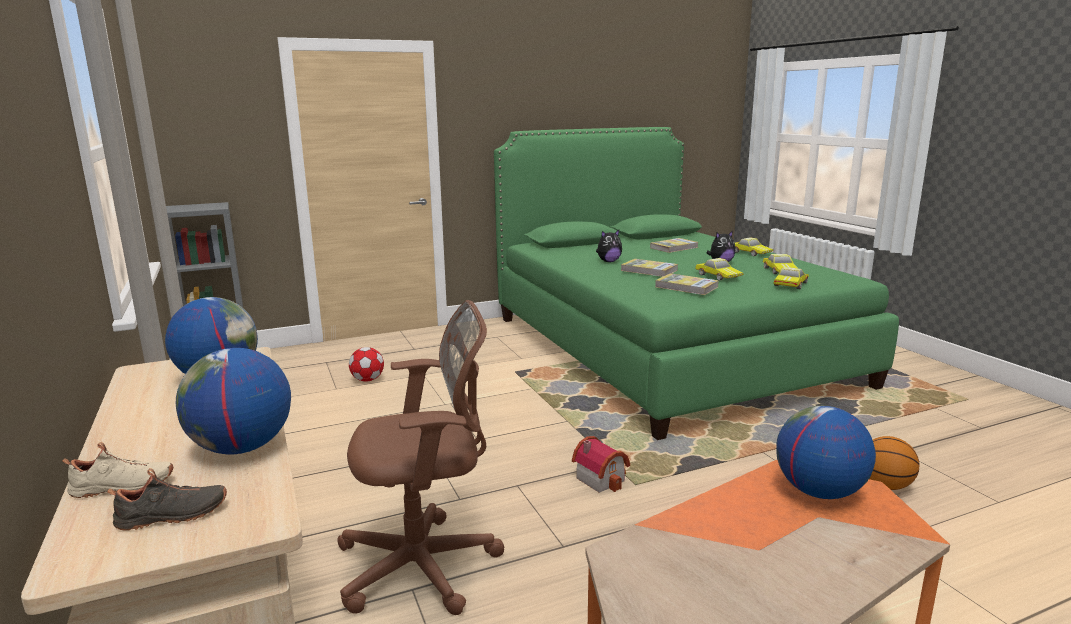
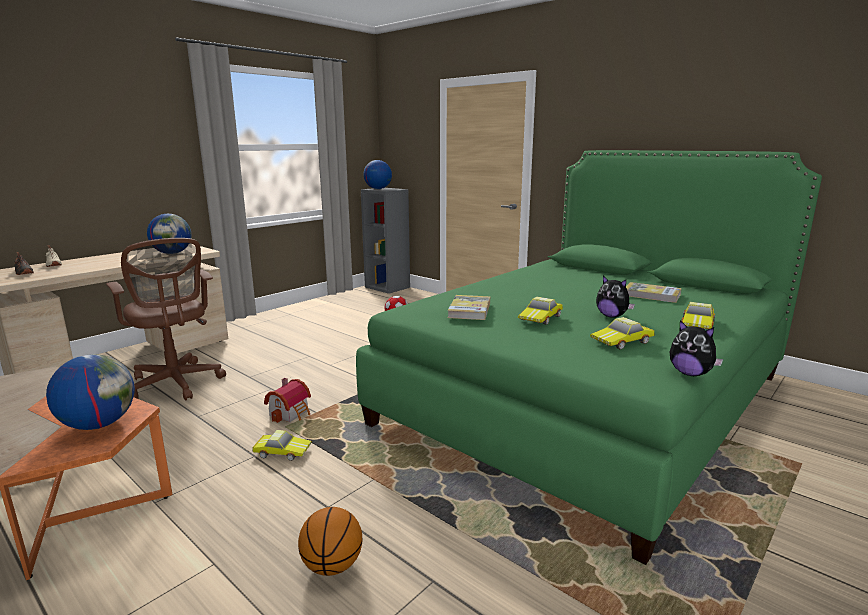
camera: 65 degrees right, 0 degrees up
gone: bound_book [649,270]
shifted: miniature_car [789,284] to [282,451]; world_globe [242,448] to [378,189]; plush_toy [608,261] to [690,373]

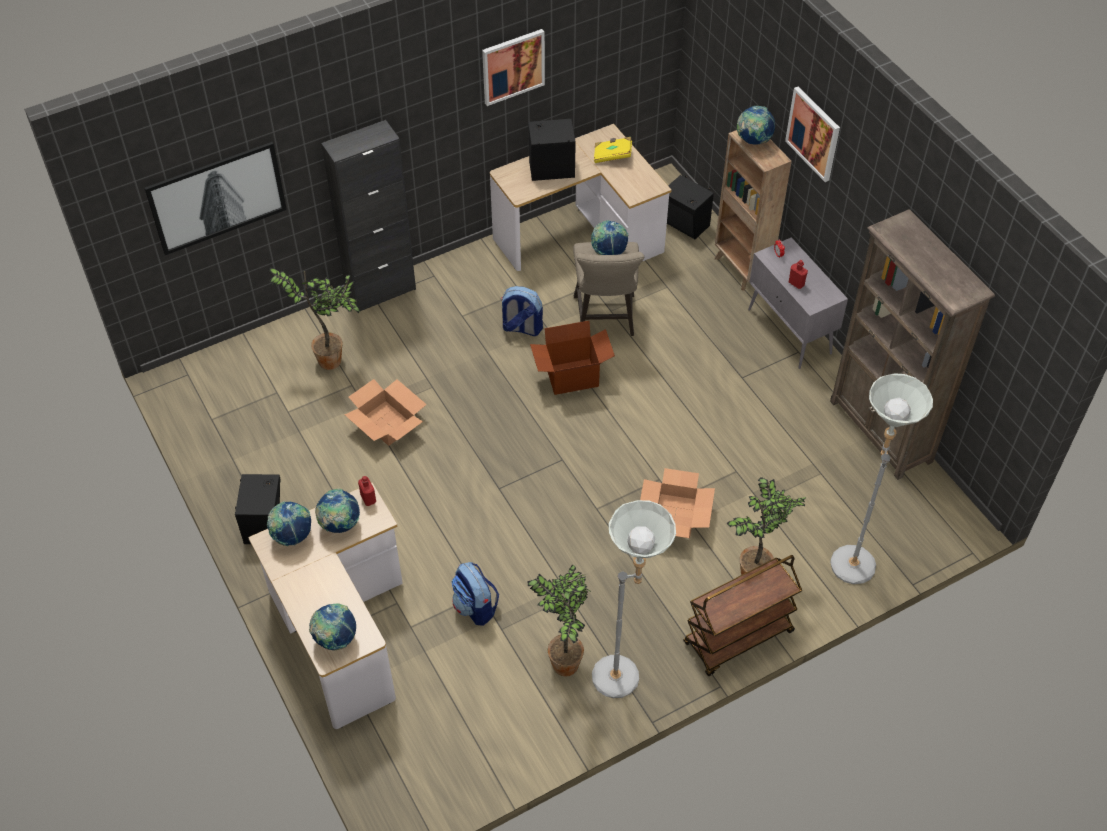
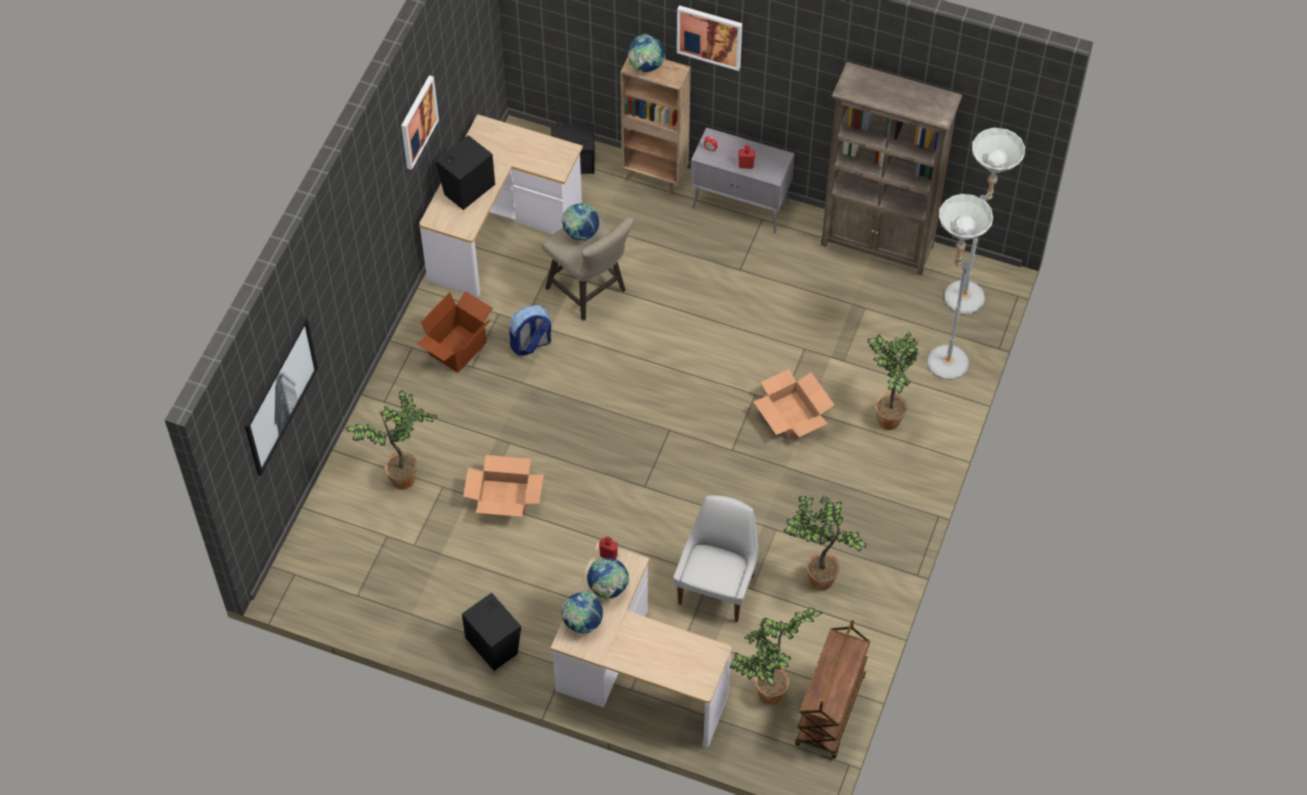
camera: 40 degrees left, 5 degrees up
gone: world_globe [335,638]; black-coloured_cabinet [381,291]; yellow-coloured_bound_book [612,156]
new: potted_plant [768,697]
shifted: packing_box [572,377] to [458,349]; brownish_wheeled_cart [738,638] to [830,711]; grey_standing_lamp [625,675] to [969,292]
swapped: rucksack [475,607] to white-coloured_upright_chair [717,587]

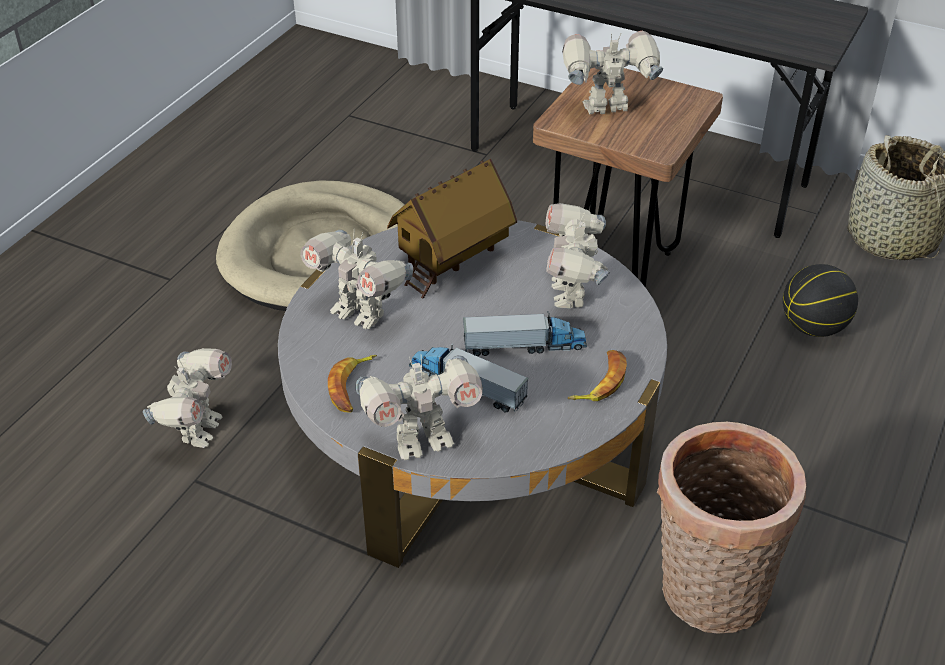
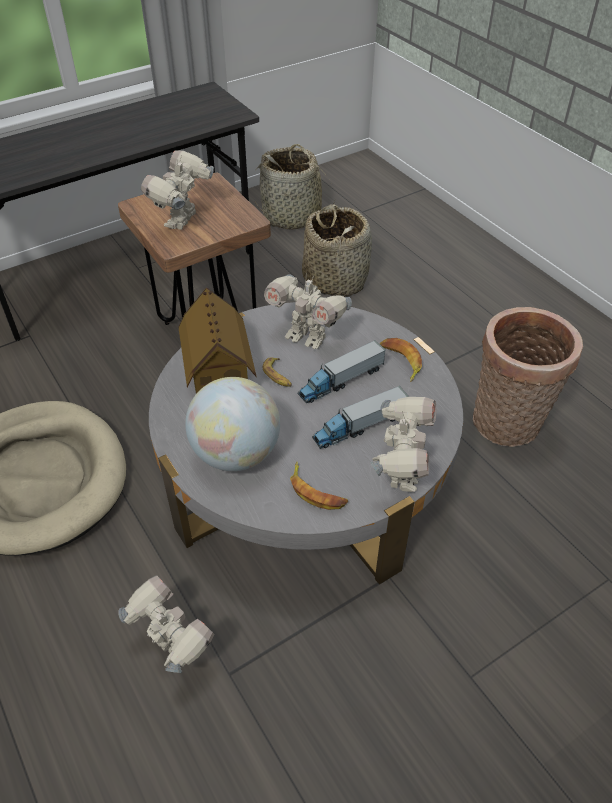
camera: 60 degrees left, 5 degrees up
new: banana [278,376]
swapped: model_robot [360,313] to world_globe [236,453]; basketball_ball [813,327] to basket [335,279]
rotated: toy_lorry [524,346] = [341,381] 150 degrees counterclockwise

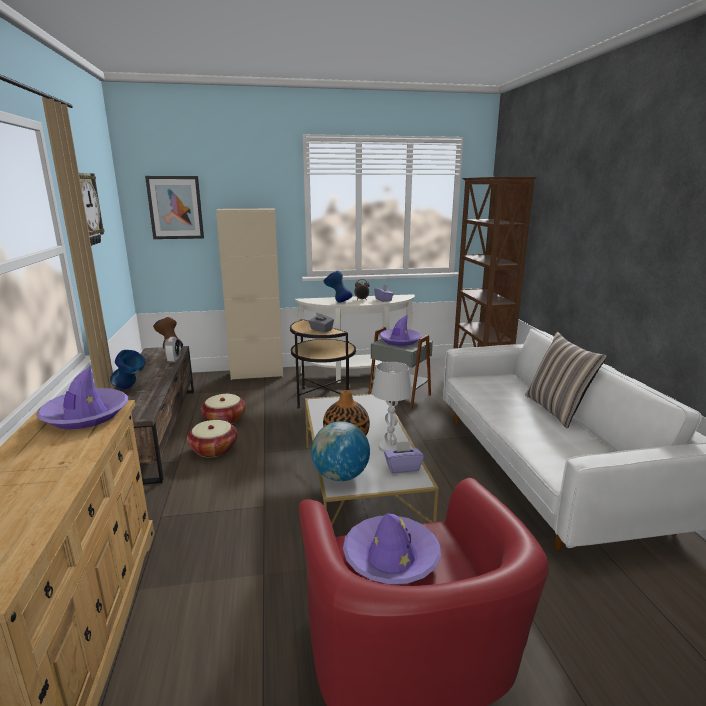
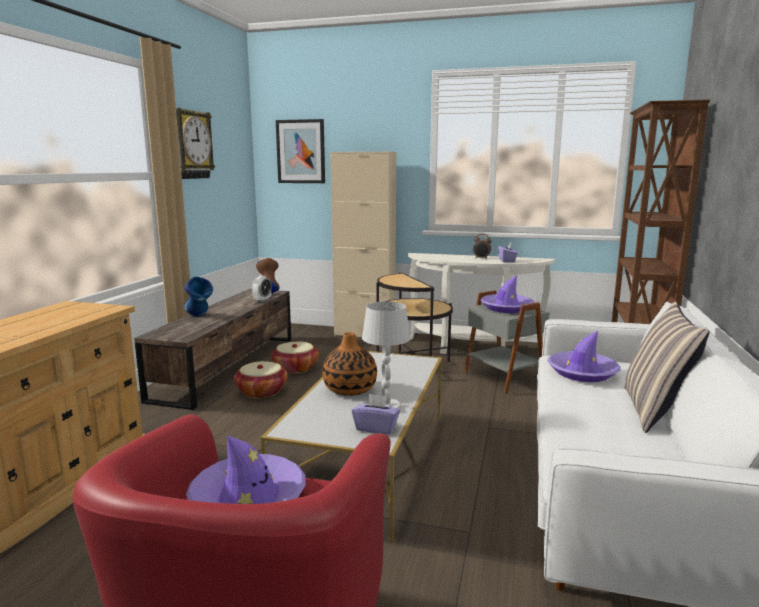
camera: 25 degrees right, 5 degrees down
gone: grey_box_of_tissues [321,330]; world_globe [340,476]; bluish_vase [337,301]
shifted: purple_hat [85,415] to [582,372]

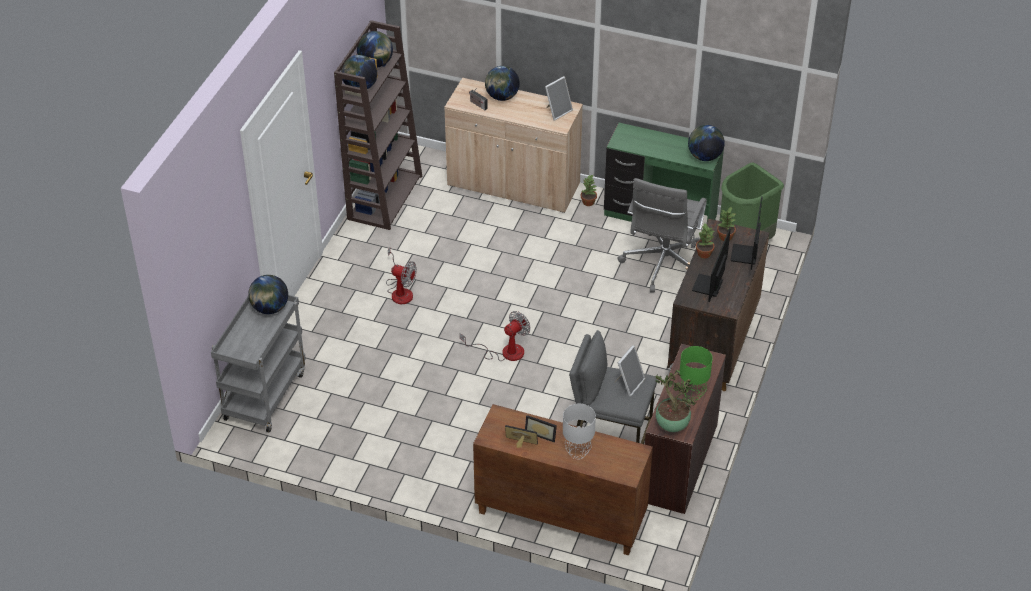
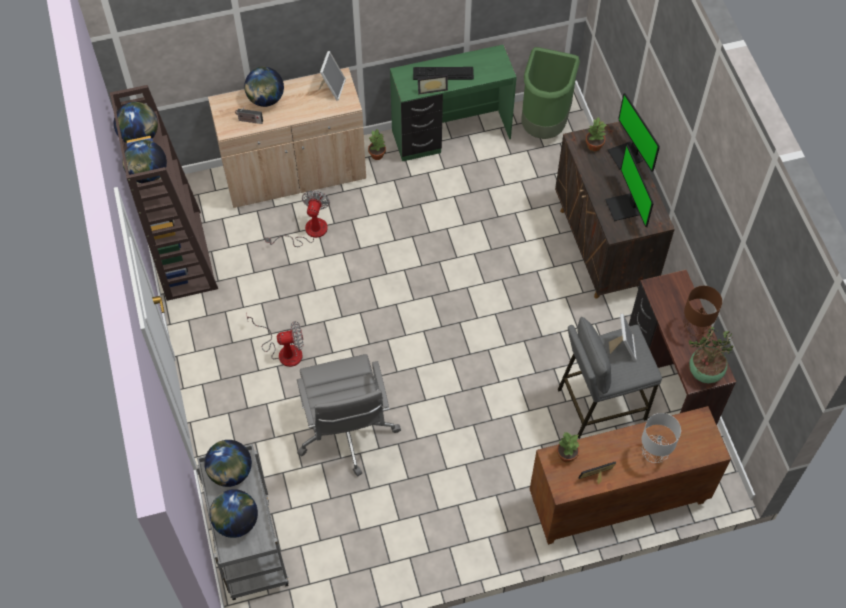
camera: 35 degrees left, 15 degrees up
new: PC_keyboard [443,73]
shifted: world_globe [704,156] to [236,522]; fan [504,352] to [308,231]; grey_computer_chair [663,265] to [346,432]; photo_frame [541,433] to [432,88]; potted_plant [704,253] to [566,455]
repainted: green-coloured_lamp_for_a_table [692,394] to brownish_lamp_for_a_table [694,328]

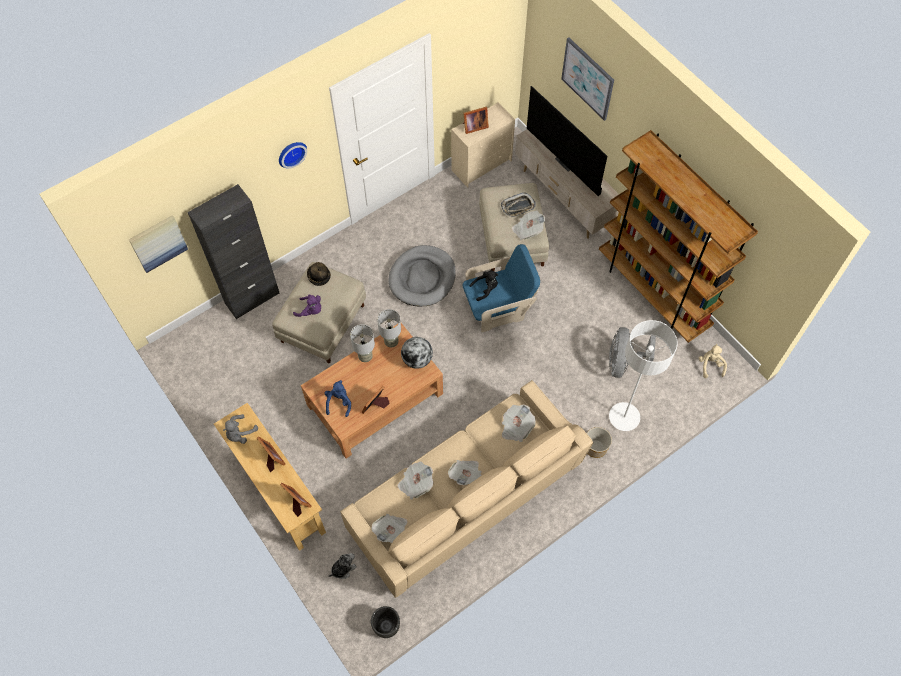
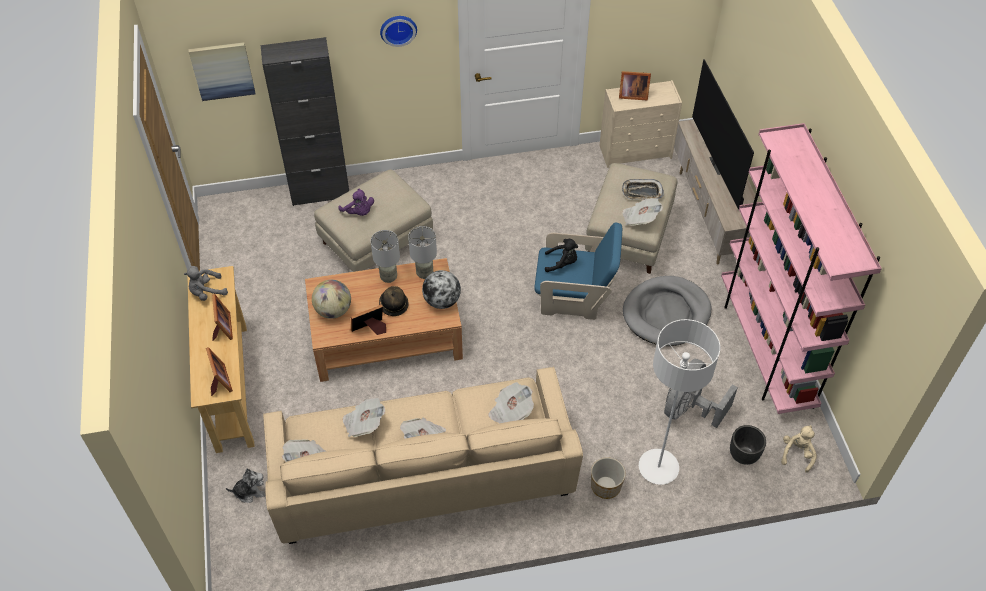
camera: 25 degrees right, 10 degrees down
gone: wall_art [587,78]
shifted: hat [318,276] to [393,305]; grey_dog_cushion [422,278] to [666,313]; black-coloured_flower_pot [387,626] to [743,456]
swapped: bluish_plush_toy [339,402] to world_globe [333,310]
repainted: brownish_bookshelf [652,293] to pink-coloured_bookshelf [765,349]

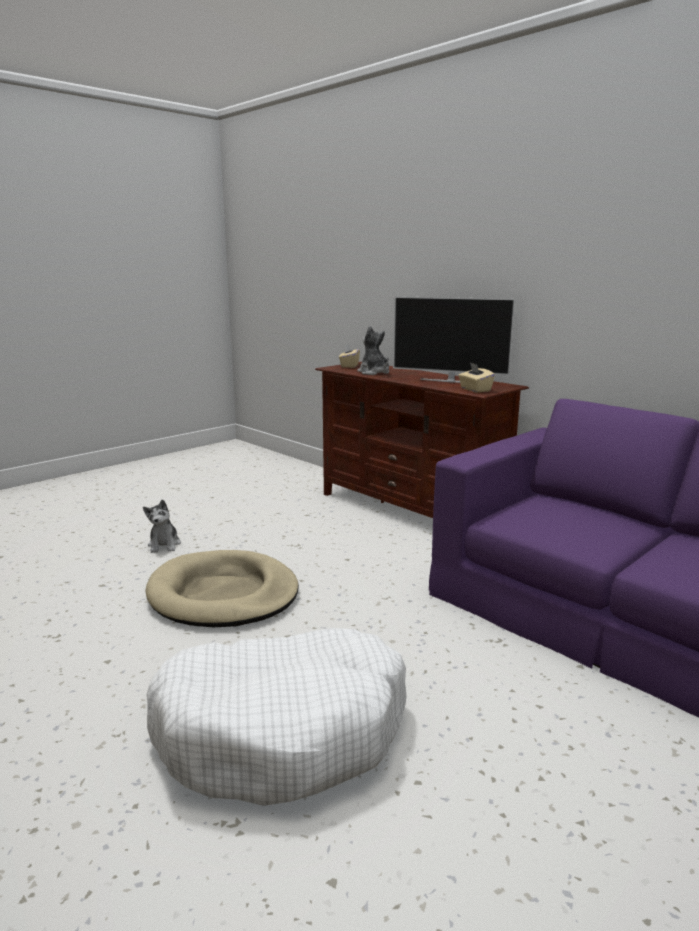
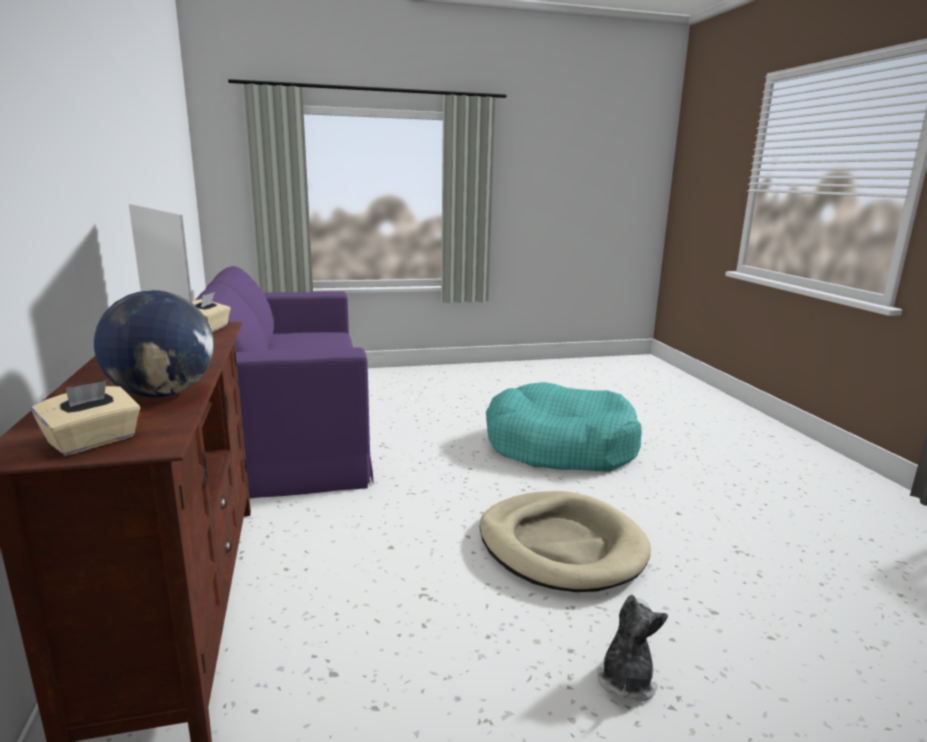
camera: 150 degrees left, 0 degrees up
swapped: plush_toy [374,373] to world_globe [163,394]
repainted: white-coloured_dog_cushion [283,730] to blue-green_dog_cushion [560,446]

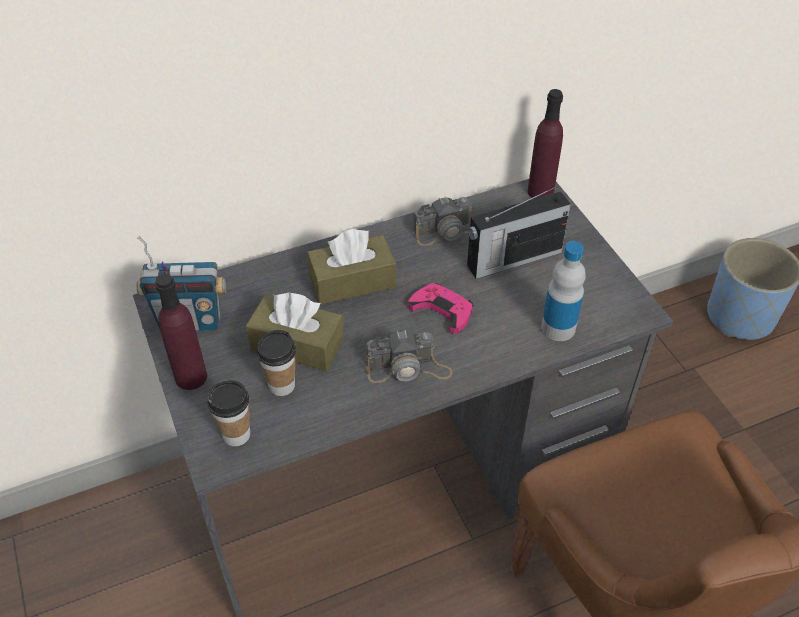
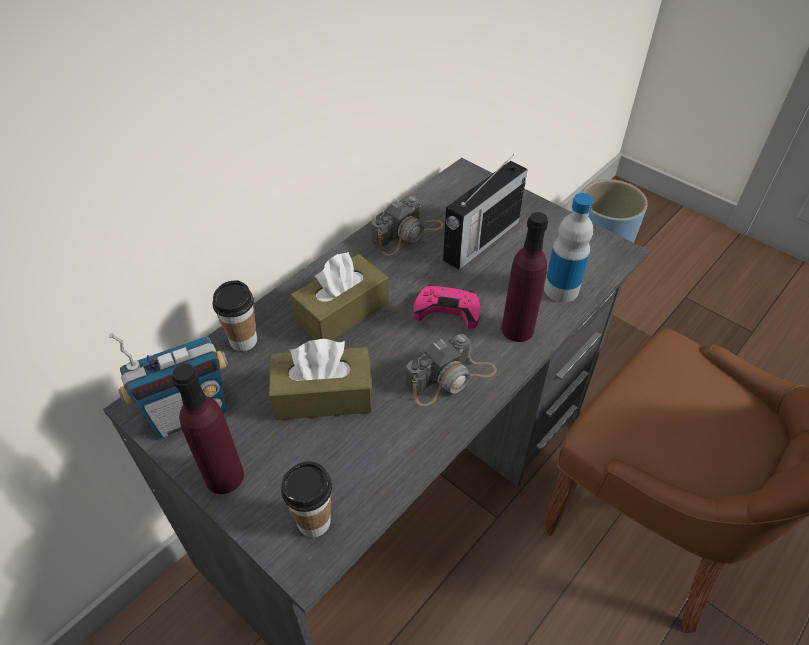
camera: 25 degrees left, 0 degrees up
shifted: cup [281,385] to [243,341]; purple_beverage_bottle [540,192] to [517,329]

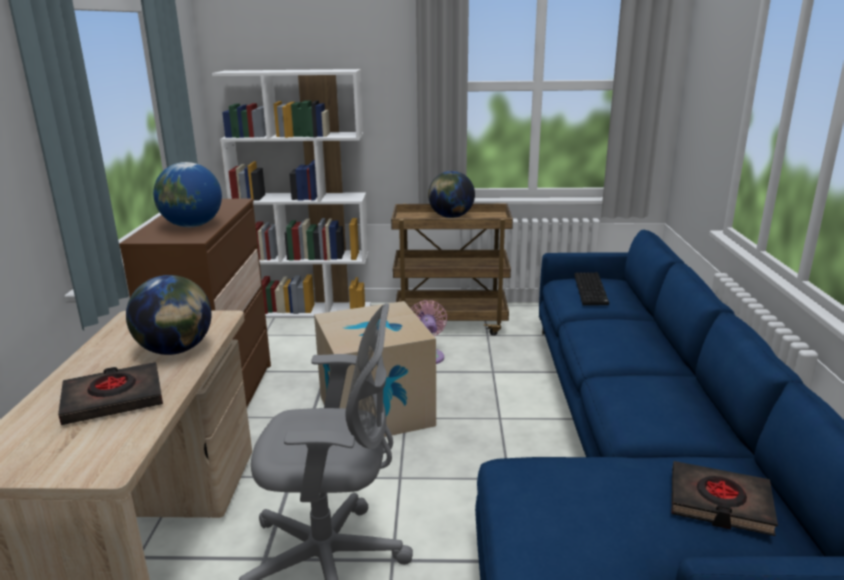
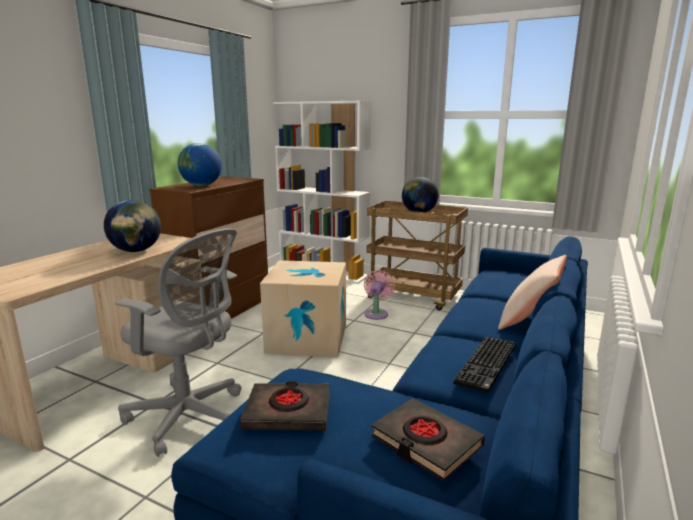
camera: 25 degrees right, 5 degrees down
new: beige_pillow [529,320]
shifted: black-coloured_bound_book [113,399] to [288,412]; PC_keyboard [592,290] to [488,365]

